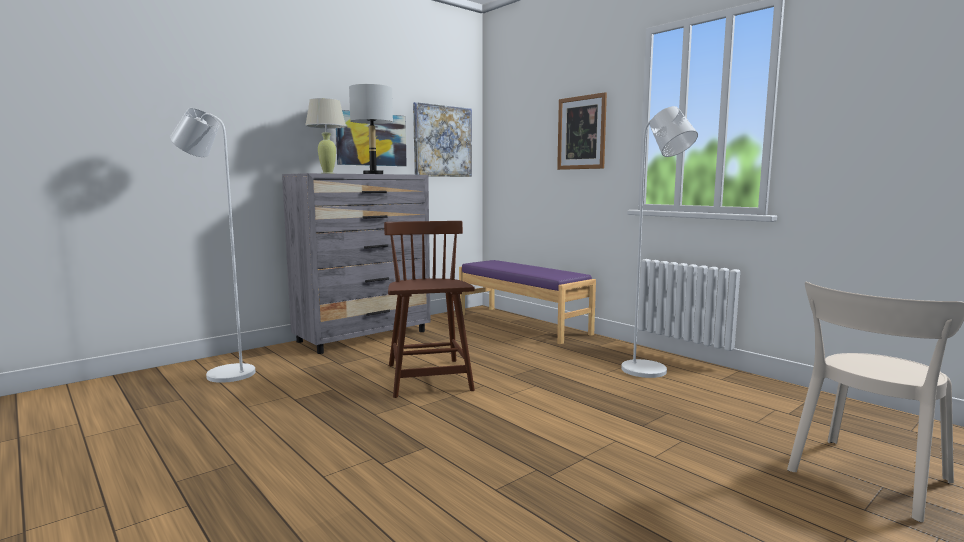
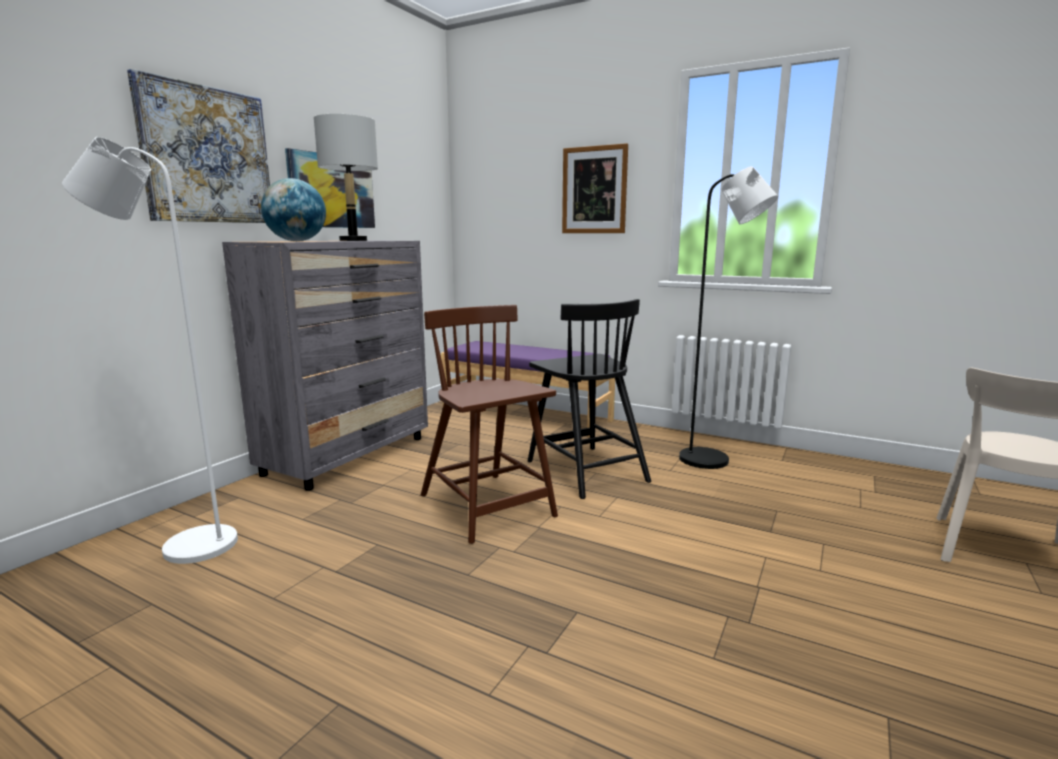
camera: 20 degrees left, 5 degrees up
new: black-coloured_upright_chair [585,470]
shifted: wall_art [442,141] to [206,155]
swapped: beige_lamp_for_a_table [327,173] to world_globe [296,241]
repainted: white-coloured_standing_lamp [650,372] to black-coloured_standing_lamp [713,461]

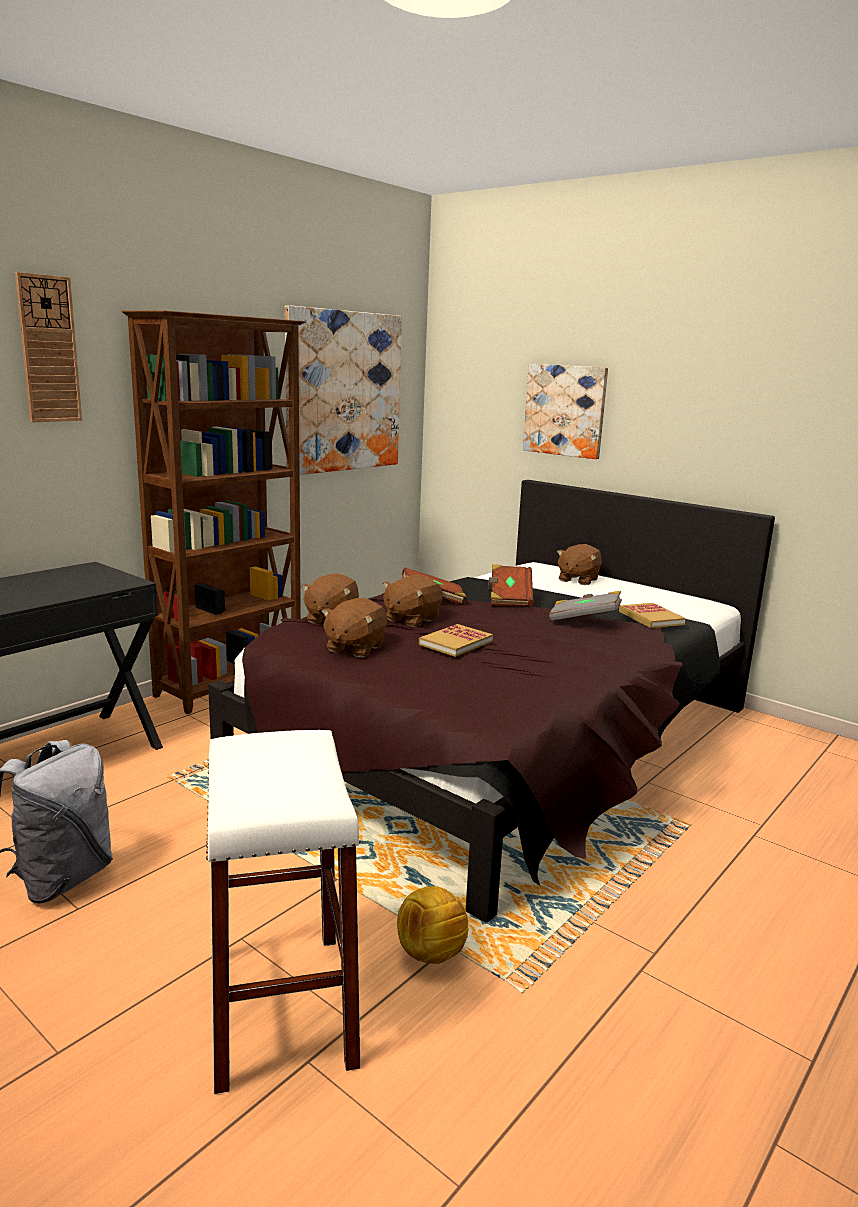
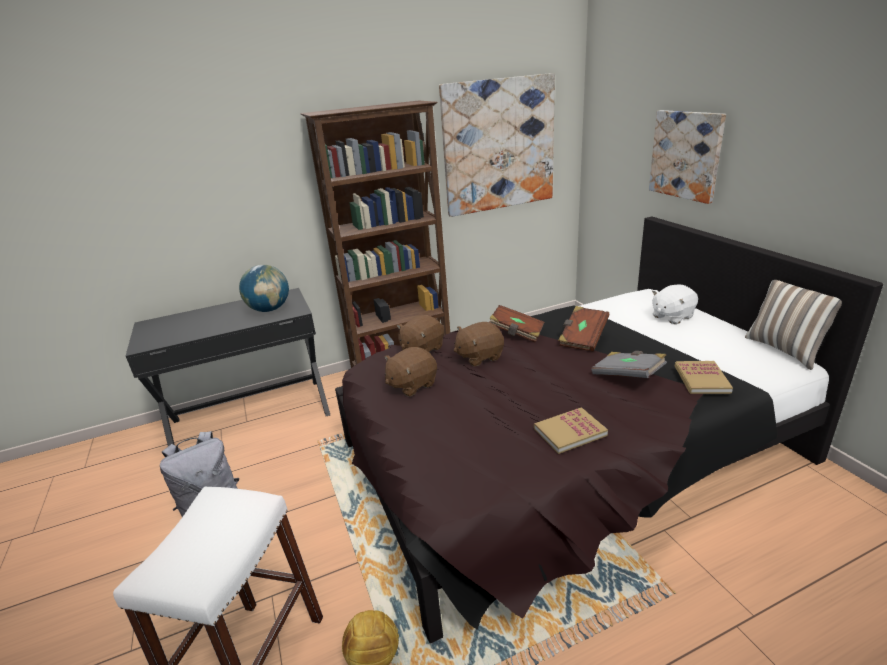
camera: 30 degrees right, 10 degrees up
gone: wall_clock [49,349]
new: world_globe [269,309]; pillow [786,349]
shifted: bound_book [455,643] to [570,432]
repainted: brownish_plush_toy [577,580] to white-coloured_plush_toy [672,316]

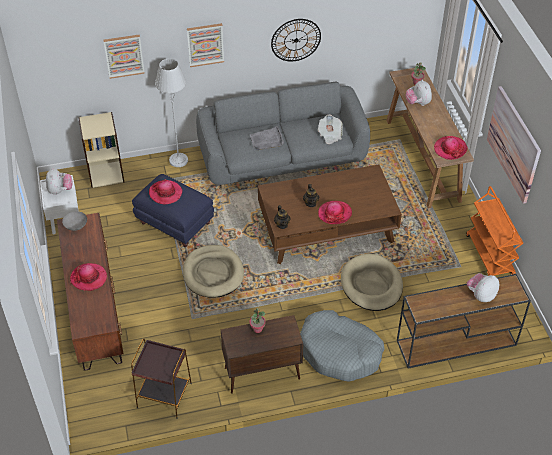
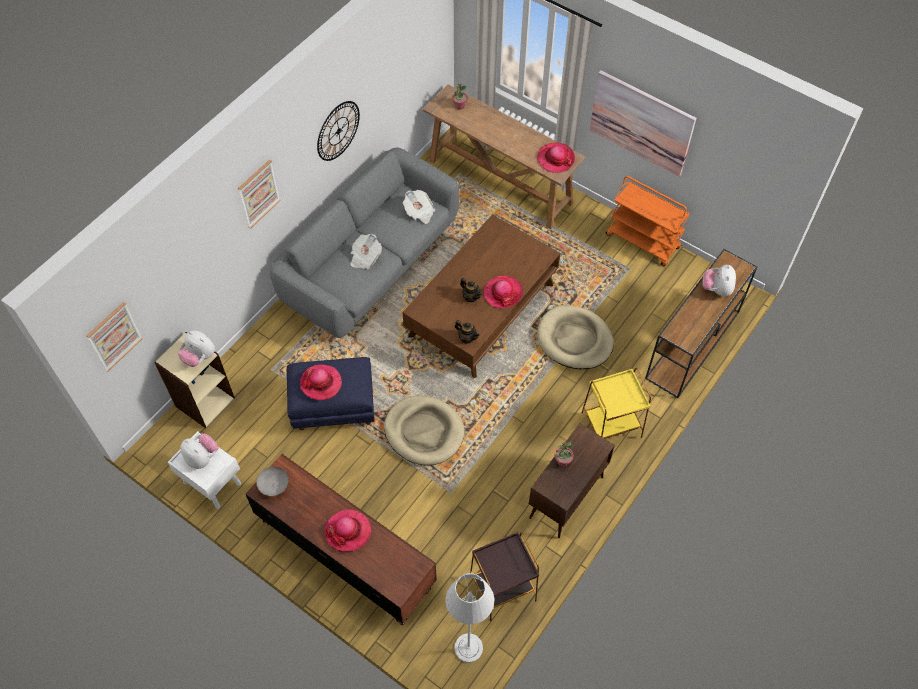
camera: 40 degrees left, 10 degrees up
shifted: wall_art [124,56] to [114,336]; plush_toy [418,103] to [199,357]; grey_standing_lamp [178,160] to [468,648]
swapped: grey_tray [267,140] to daily_paper [365,257]; grey_dog_cushion [339,352] to yellow-coloured_accent_table [610,425]

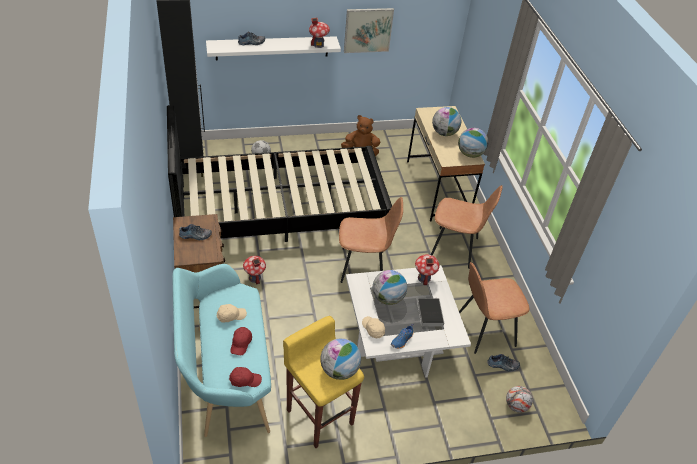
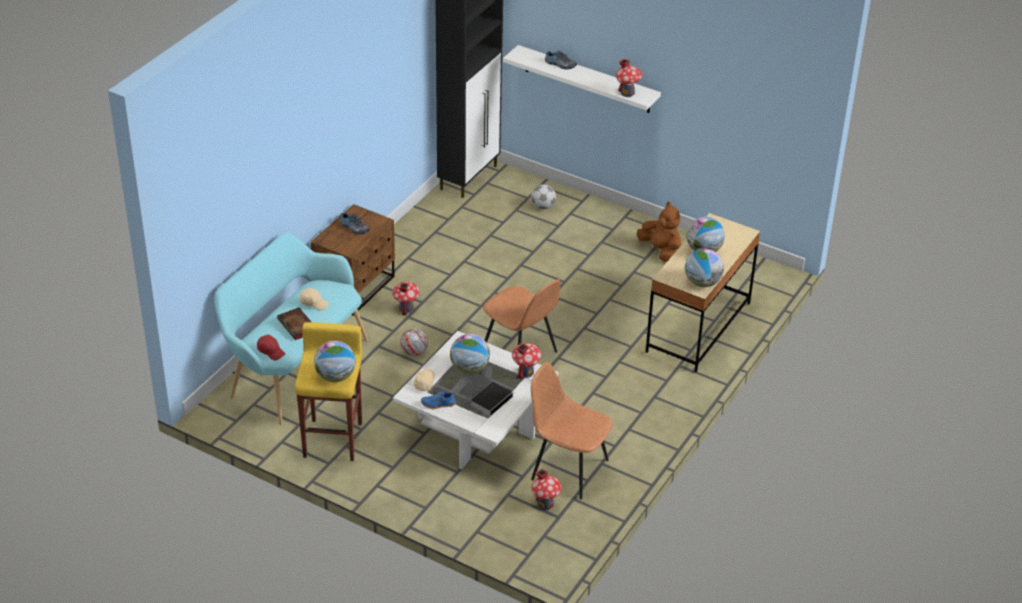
camera: 45 degrees right, 5 degrees down
gone: black-coloured_bedroom_bed [280,209]; wall_art [368,30]; brownish_upright_chair [455,248]
shifted: football [516,406] to [414,352]
swapped: reddish_baseball_cap [241,343] to bound_book [298,326]; shoe [503,365] to toy_house [545,504]

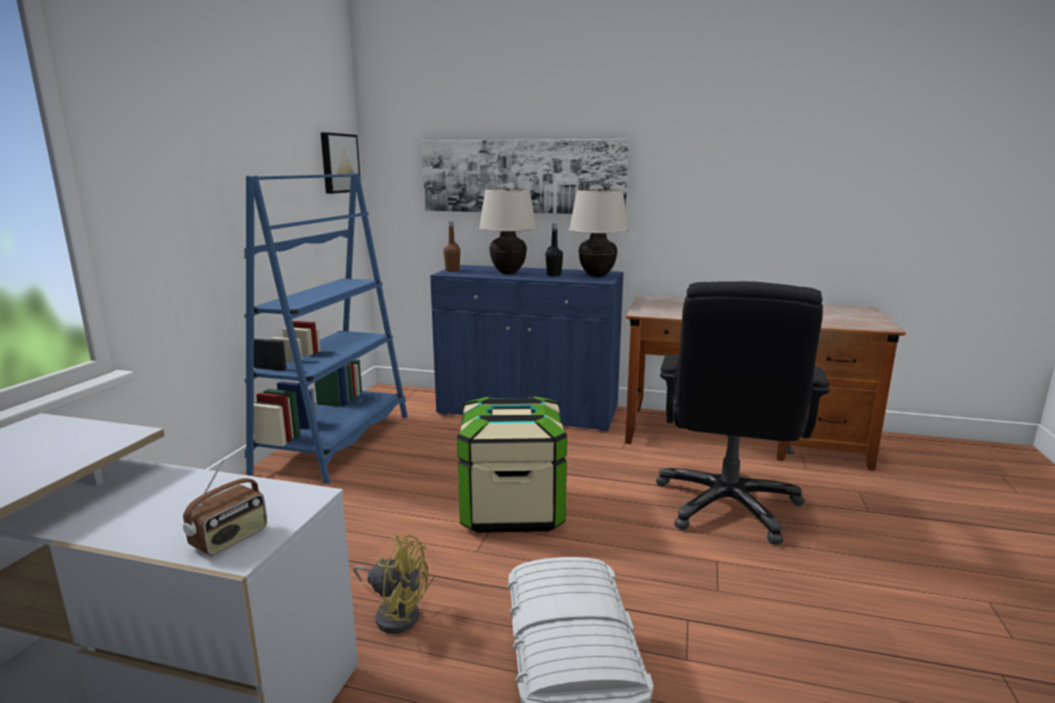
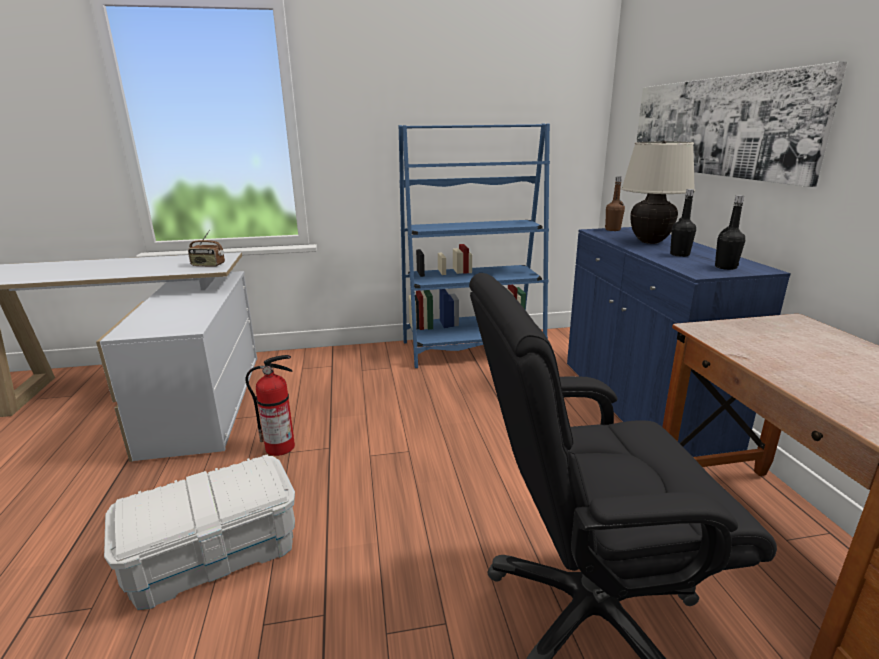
camera: 65 degrees right, 5 degrees up
gone: wall_art [339,163]; storage_container [512,509]
shifted: radio_set [230,539] to [208,265]
swapped: yellow-coloured_fan [395,613] to fire_extinguisher [281,447]; beige_lamp_for_a_table [597,275] to black-coloured_beverage_bottle [725,267]

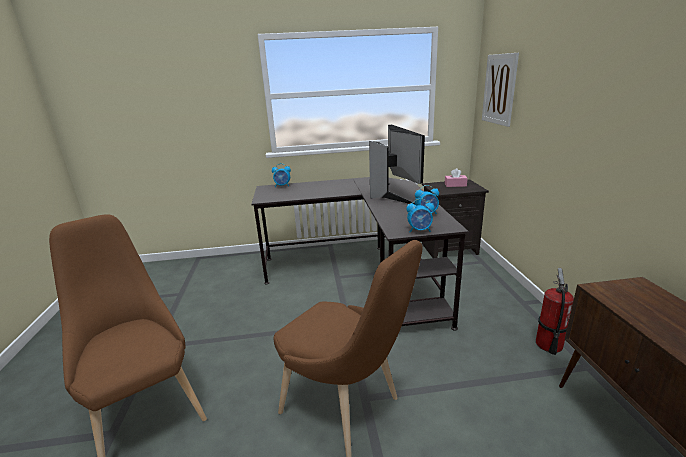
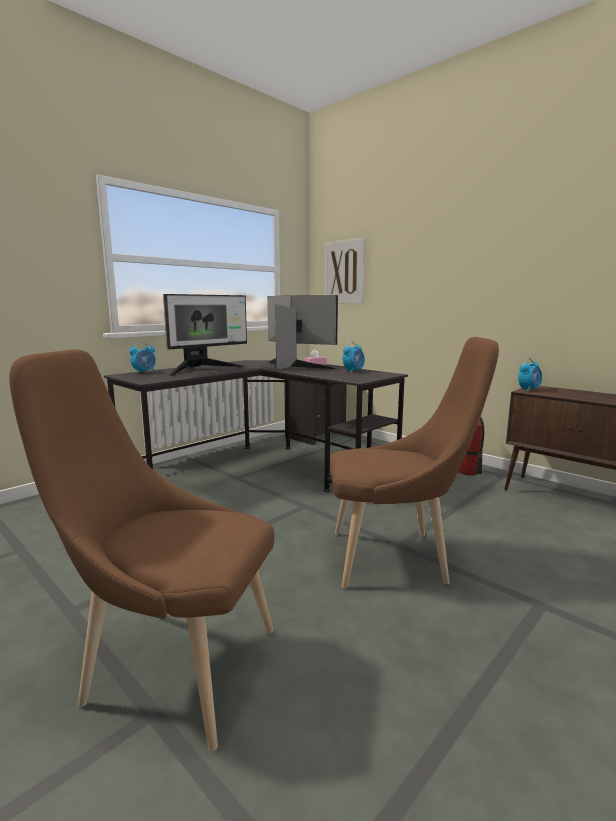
camera: 40 degrees left, 10 degrees down
new: computer_screen [203,370]
shifted: table_clock [420,230] to [529,390]

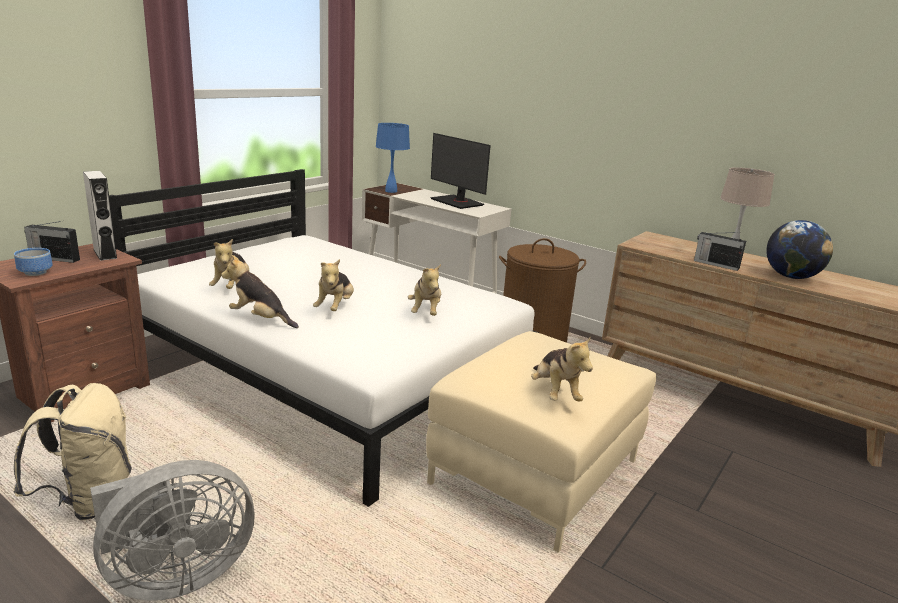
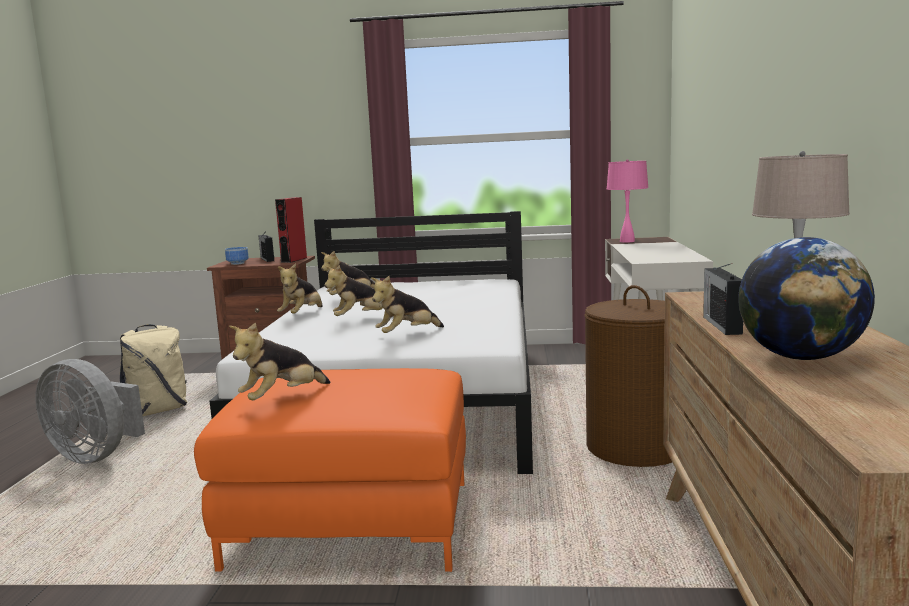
camera: 60 degrees right, 10 degrees down
gone: computer_screen [457,202]
repainted: beige_footrest [535,472] to orange_footrest [352,523]; grey_audio_speaker [105,254] to reddish_audio_speaker [294,260]; bluish_lamp_for_a_table [391,191] to pink-coloured_lamp_for_a_table [627,241]
rotated: plush_toy [260,319] = [302,315] 150 degrees counterclockwise

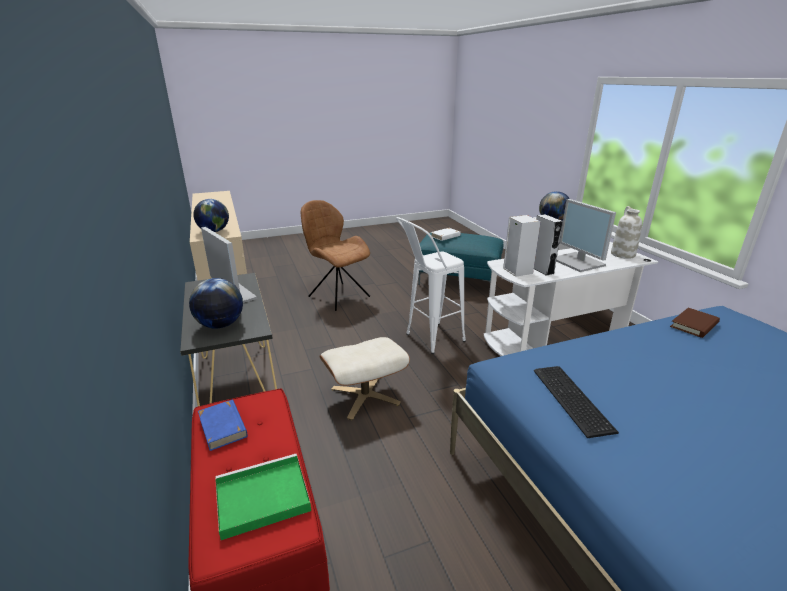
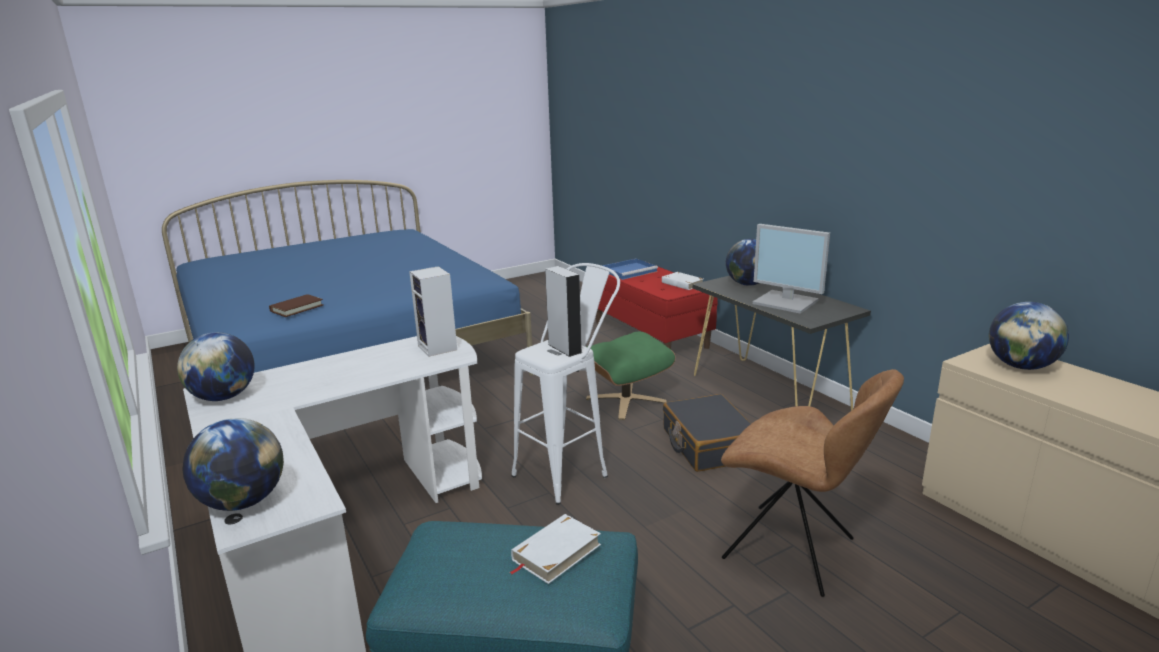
camera: 170 degrees right, 5 degrees down
gone: PC_keyboard [571,400]; computer_screen [579,262]
new: black-coloured_travel_case [708,445]
shifted: grey_audio_speaker [541,270] to [564,348]
swapped: white-coloured_vase [622,254] to world_globe [223,397]
repainted: beige_footrest [365,396] to green-coloured_footrest [625,400]; green-coloured_tray [260,498] to bluish_tray [629,271]; bluish_bound_book [223,427] to white-coloured_bound_book [682,284]

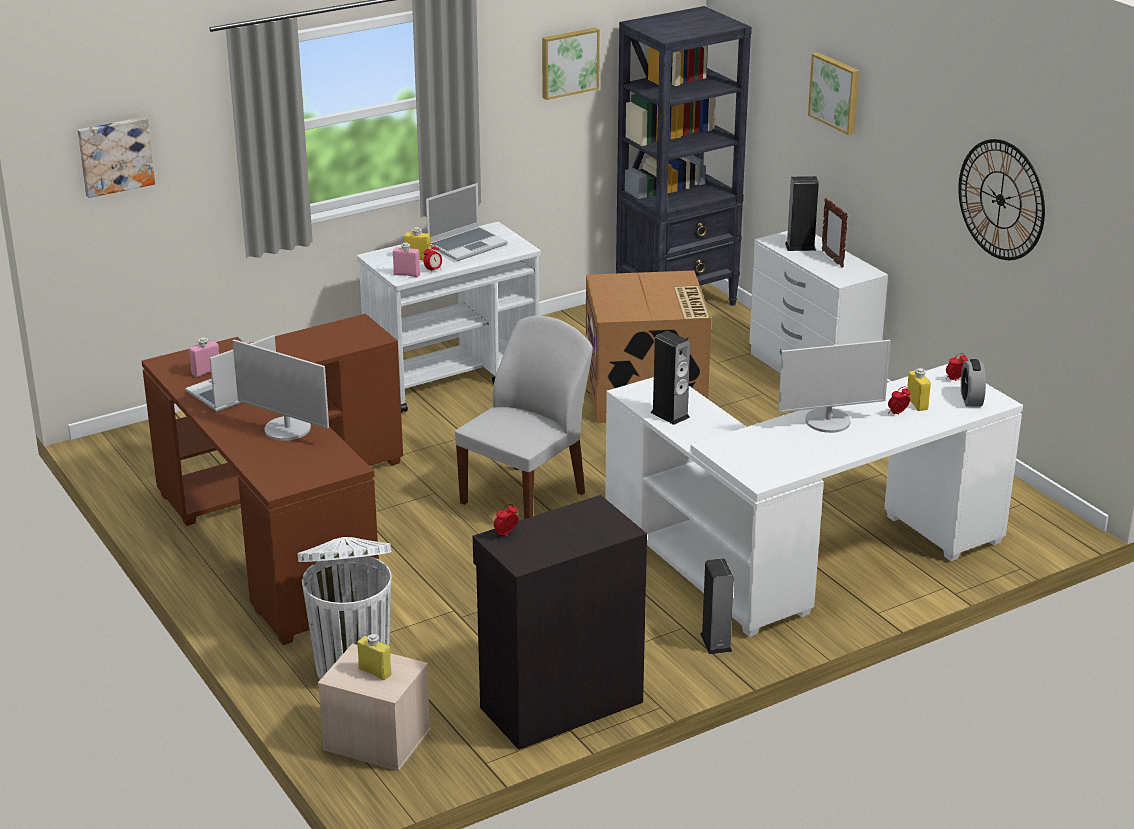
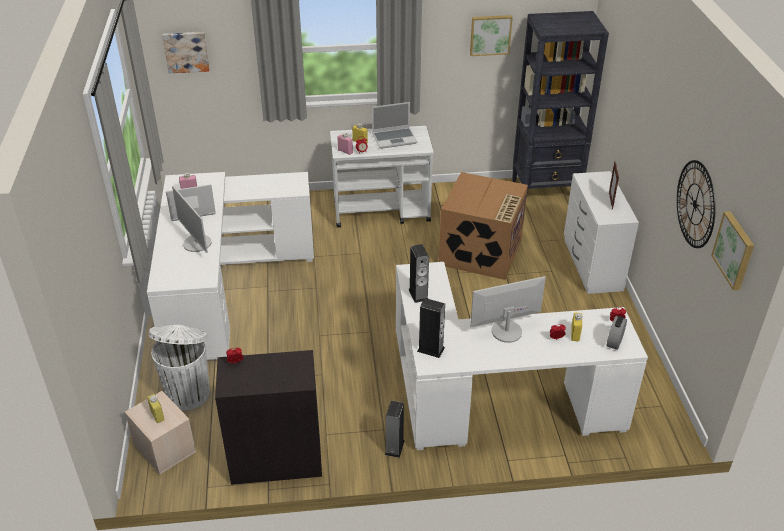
camera: 25 degrees right, 10 degrees up
gone: white-coloured_upright_chair [525,497]
shifted: audio_speaker [800,246] to [430,349]; wall_art [836,92] to [735,250]
repainted: brownish_desk_unit [281,527] to white-coloured_desk_unit [222,286]
rotated: computer_screen [828,421] = [506,331] 150 degrees clockwise

